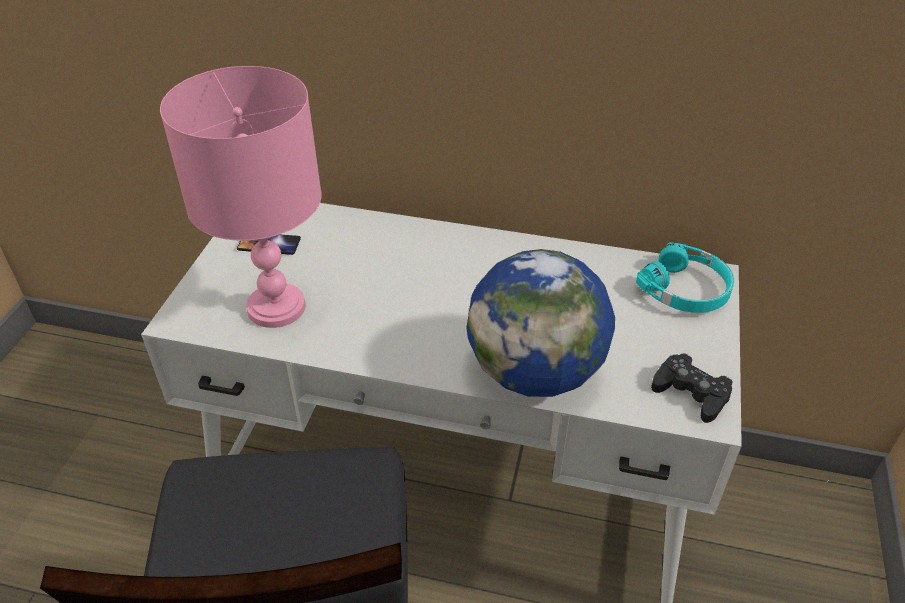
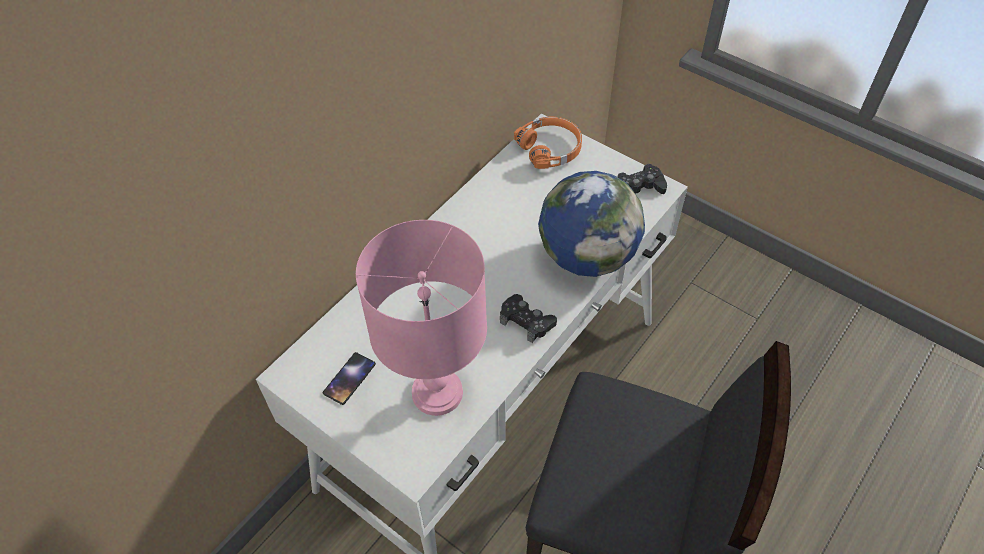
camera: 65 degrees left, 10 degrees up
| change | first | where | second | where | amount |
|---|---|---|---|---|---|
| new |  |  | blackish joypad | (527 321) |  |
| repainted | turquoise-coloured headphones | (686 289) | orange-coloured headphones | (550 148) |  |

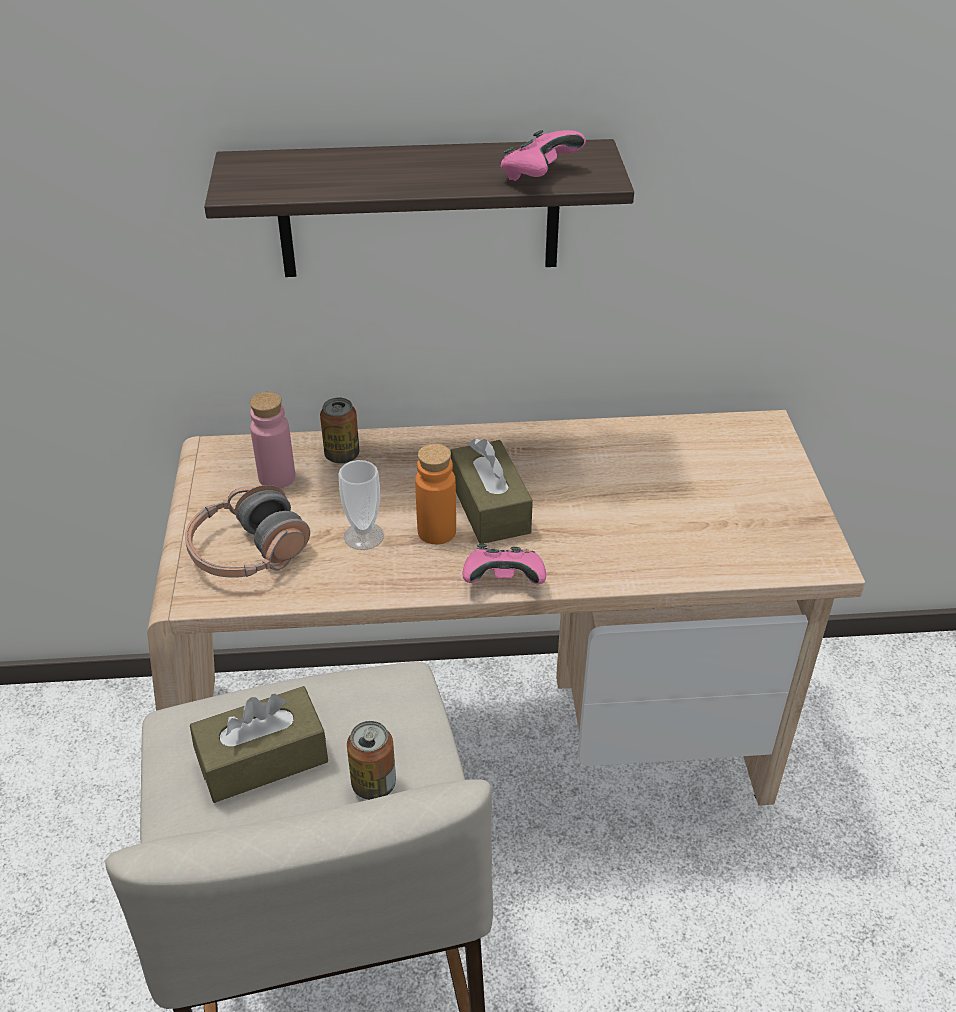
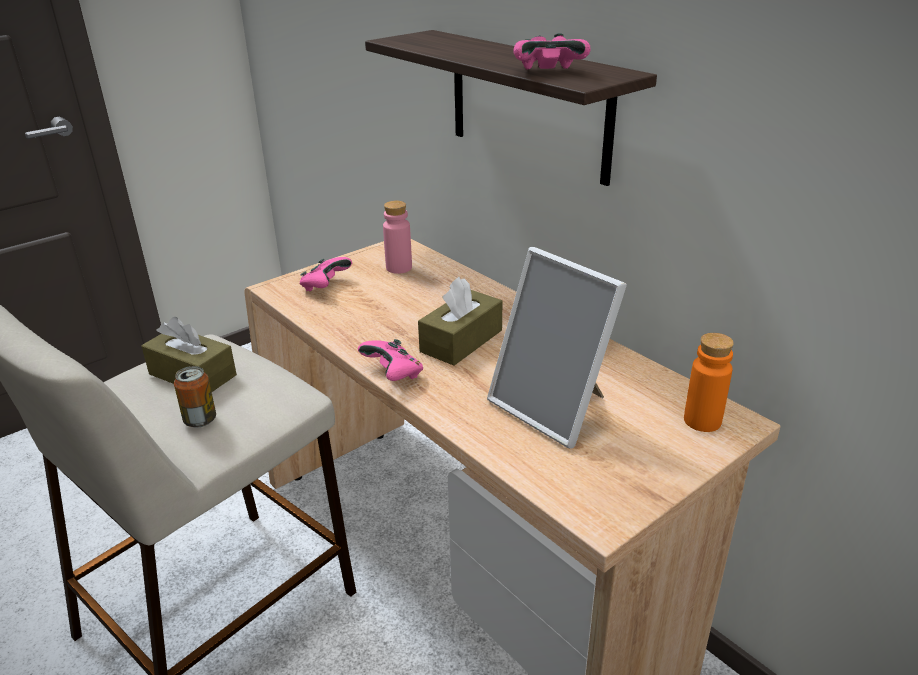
camera: 55 degrees right, 10 degrees down
| change | first | where | second | where | amount |
|---|---|---|---|---|---|
| swapped | headphones | (248 552) | pink joypad | (325 286) |  |
| new |  |  | standing frame | (554 408) |  |
| shifted | orange-coloured bottle | (436 531) |  | (702 421) |  |
| gone | metal can | (342 455) |  |  |  |
| gone | small cup | (363 536) |  |  |  |

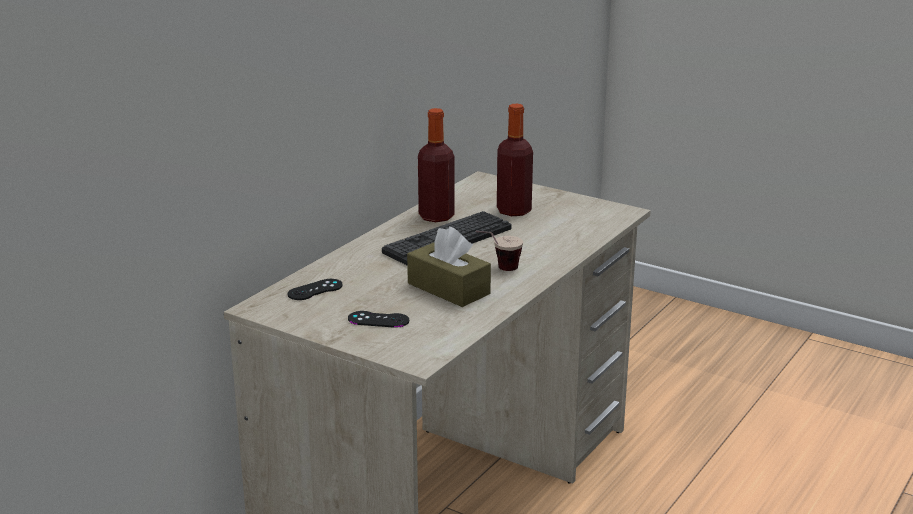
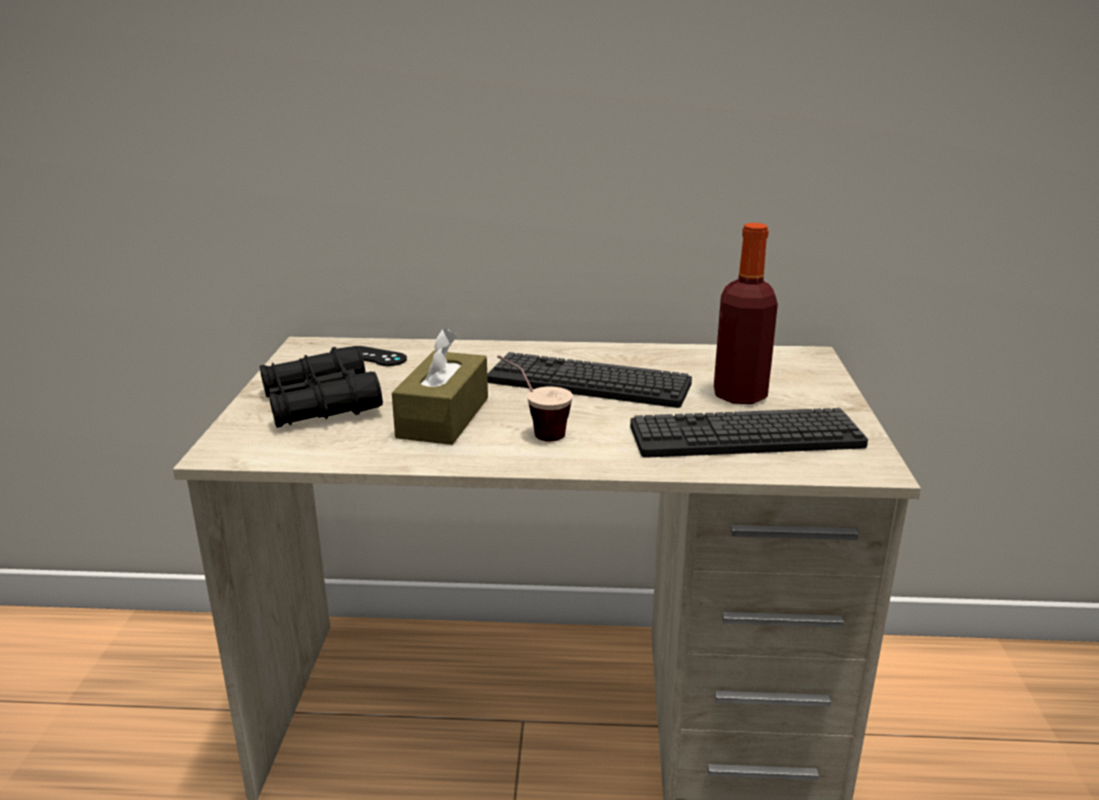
camera: 60 degrees right, 0 degrees up
| change | first | where | second | where | amount |
|---|---|---|---|---|---|
| swapped | blackish joypad | (378 320) | blackish binoculars | (320 403) |  |
| new |  |  | computer keyboard | (745 436) |  |
| gone | bottle | (436 216) |  |  |  |

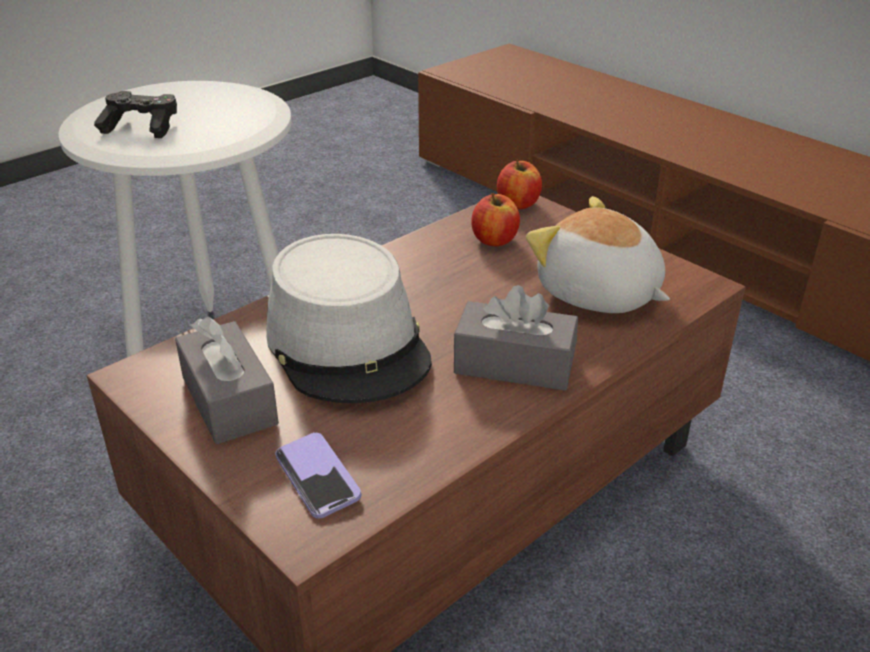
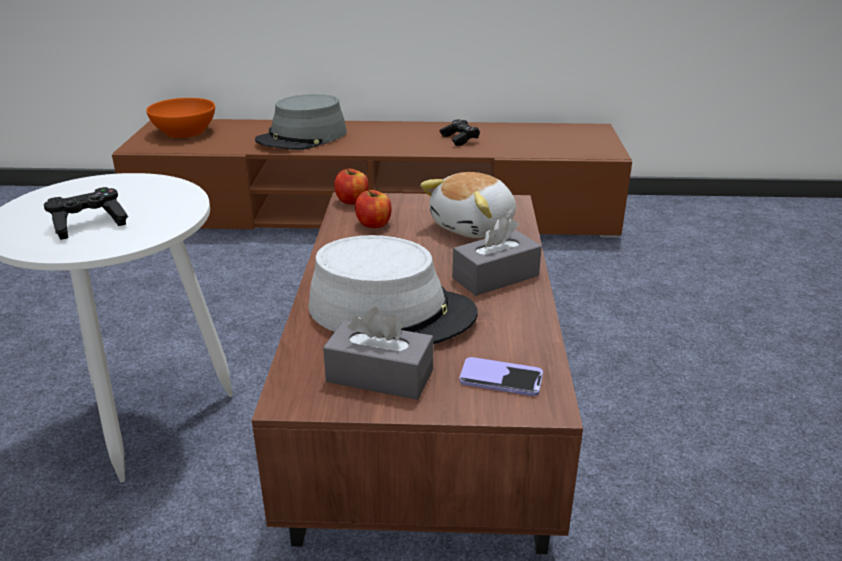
camera: 45 degrees left, 5 degrees down
| change | first | where | second | where | amount |
|---|---|---|---|---|---|
| new |  |  | orange-coloured serving bowl | (184 132) |  |
| new |  |  | grey wearable hat | (302 137) |  |
| rotated | plush toy | (598 294) |  | (475 227) | 45 degrees counterclockwise |
| new |  |  | blackish joypad | (459 139) |  |

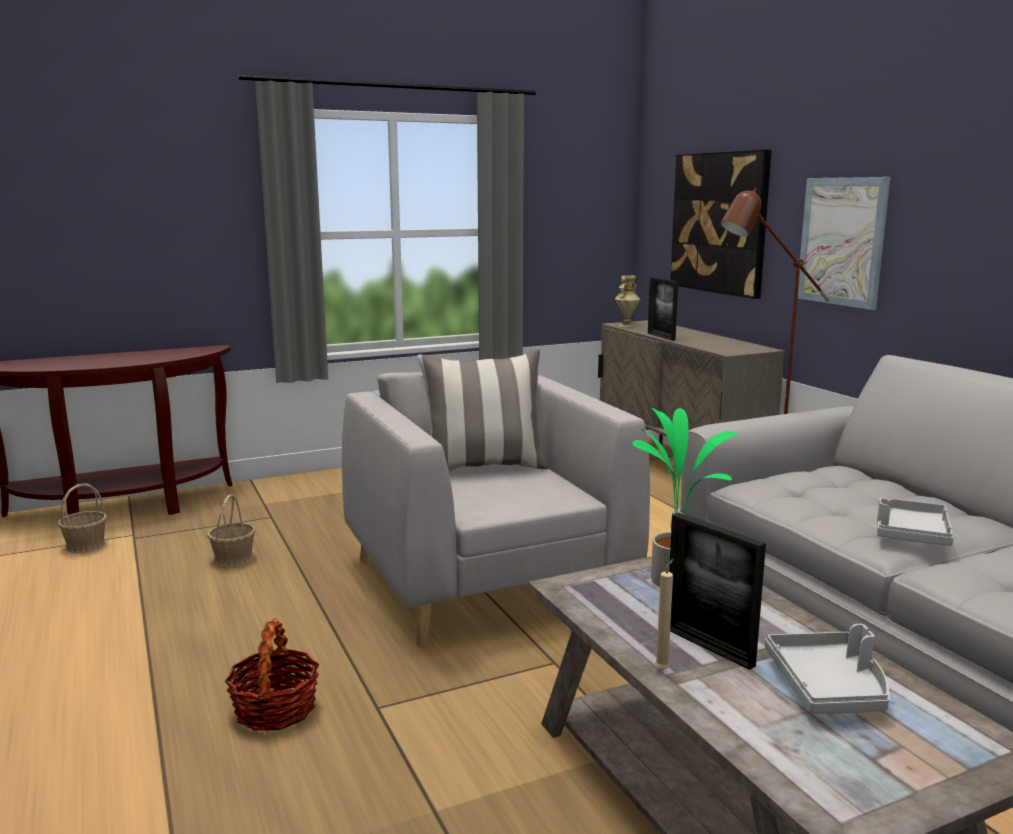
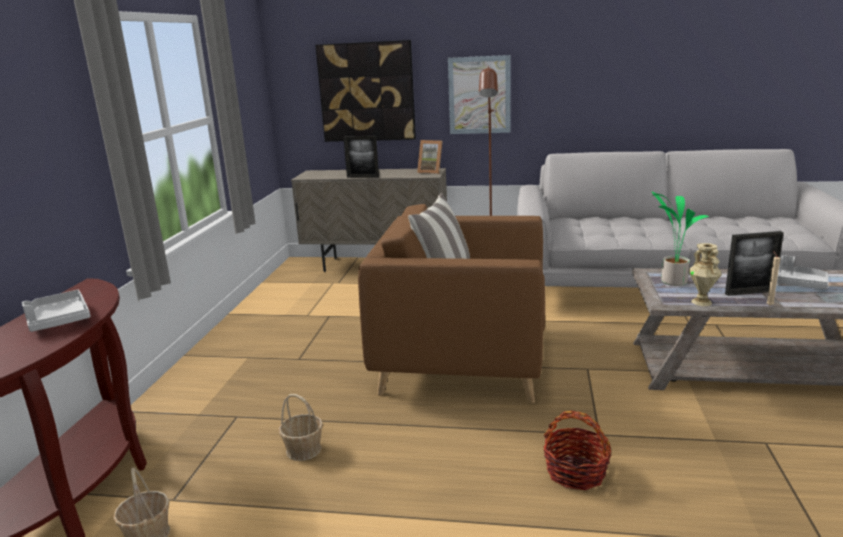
camera: 55 degrees left, 5 degrees up
| change | first | where | second | where | amount |
|---|---|---|---|---|---|
| shifted | grey carrying tray | (910 534) |  | (58 320) |  |
| repainted | grey easy chair | (487 578) | brown easy chair | (462 359) |  |
| new |  |  | standing frame | (431 172) |  |
| shifted | sand-coloured vase | (626 326) |  | (702 302) |  |

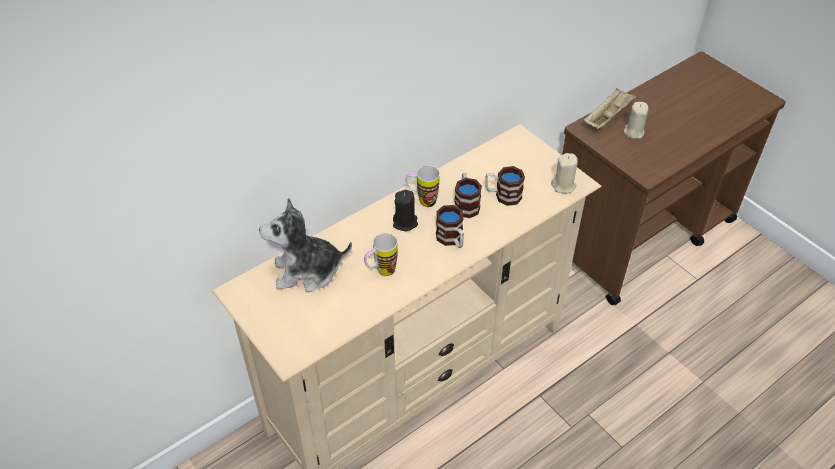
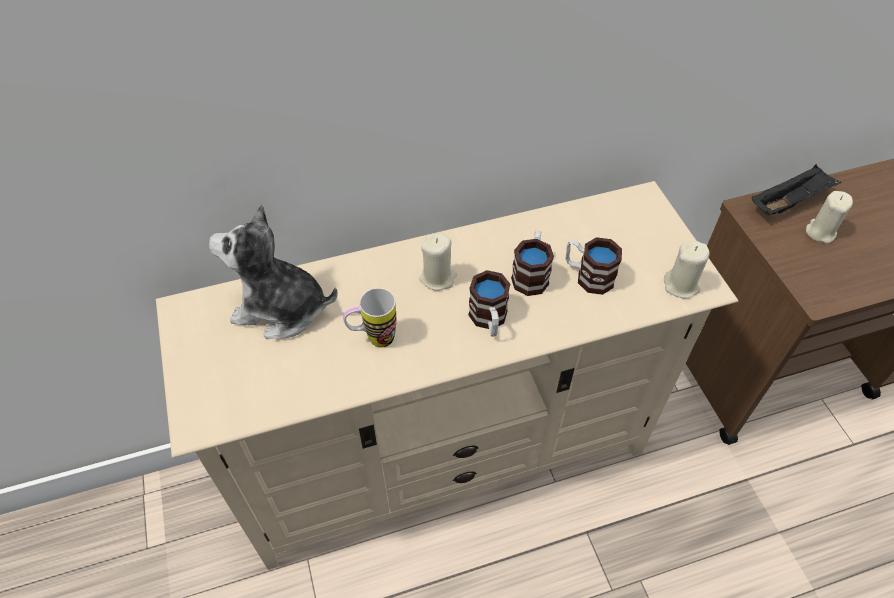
camera: 20 degrees right, 5 degrees up
| change | first | where | second | where | amount |
|---|---|---|---|---|---|
| repainted | blackish candle | (405 222) | sand-coloured candle | (438 278) |  |
| repainted | sand-coloured carrying tray | (607 117) | blackish carrying tray | (789 202) |  |
| gone | coffee mug | (422 201) |  |  |  |

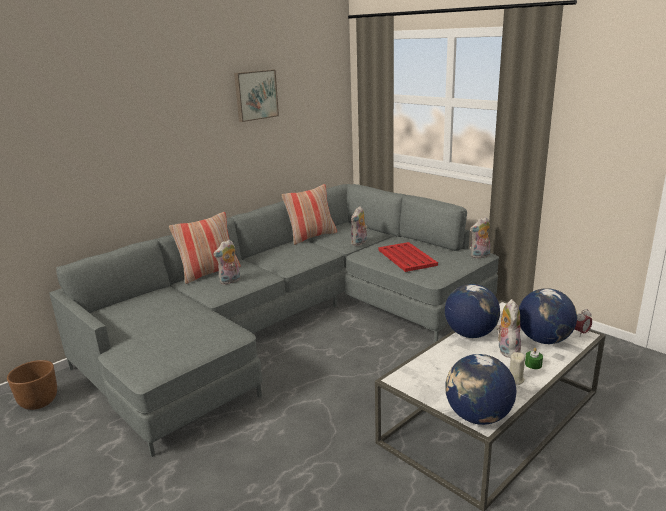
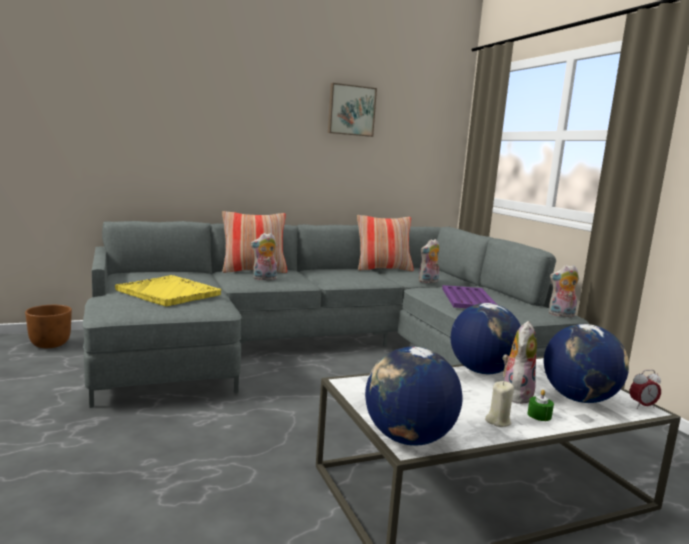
camera: 20 degrees right, 10 degrees down
| change | first | where | second | where | amount |
|---|---|---|---|---|---|
| new |  |  | yellow carrying tray | (169 292) |  |
| repainted | reddish carrying tray | (406 257) | purplish carrying tray | (468 298) |  |

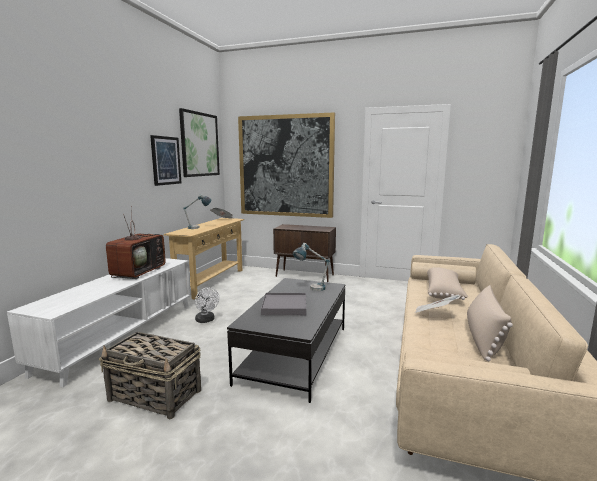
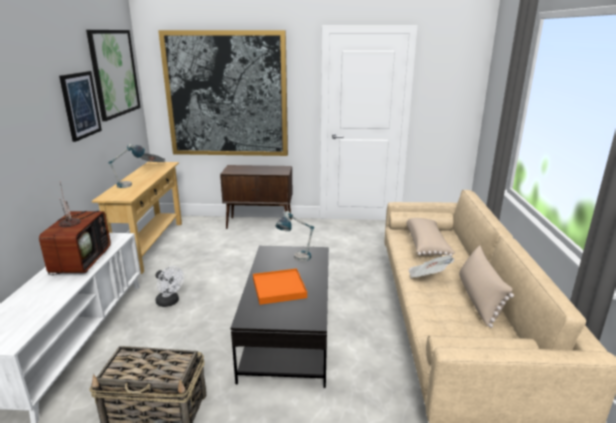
camera: 15 degrees left, 10 degrees up
| change | first | where | second | where | amount |
|---|---|---|---|---|---|
| repainted | grey carrying tray | (284 306) | orange-coloured carrying tray | (279 288) |  |

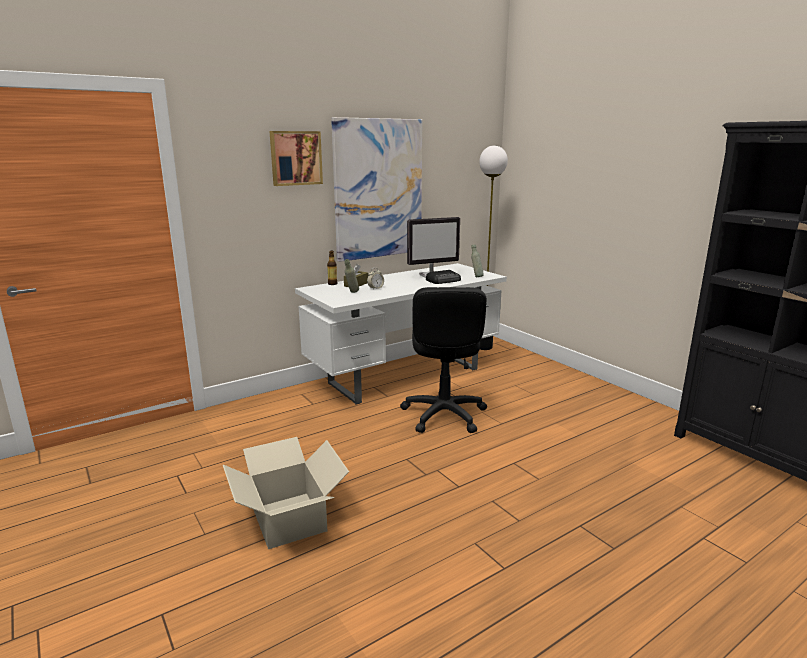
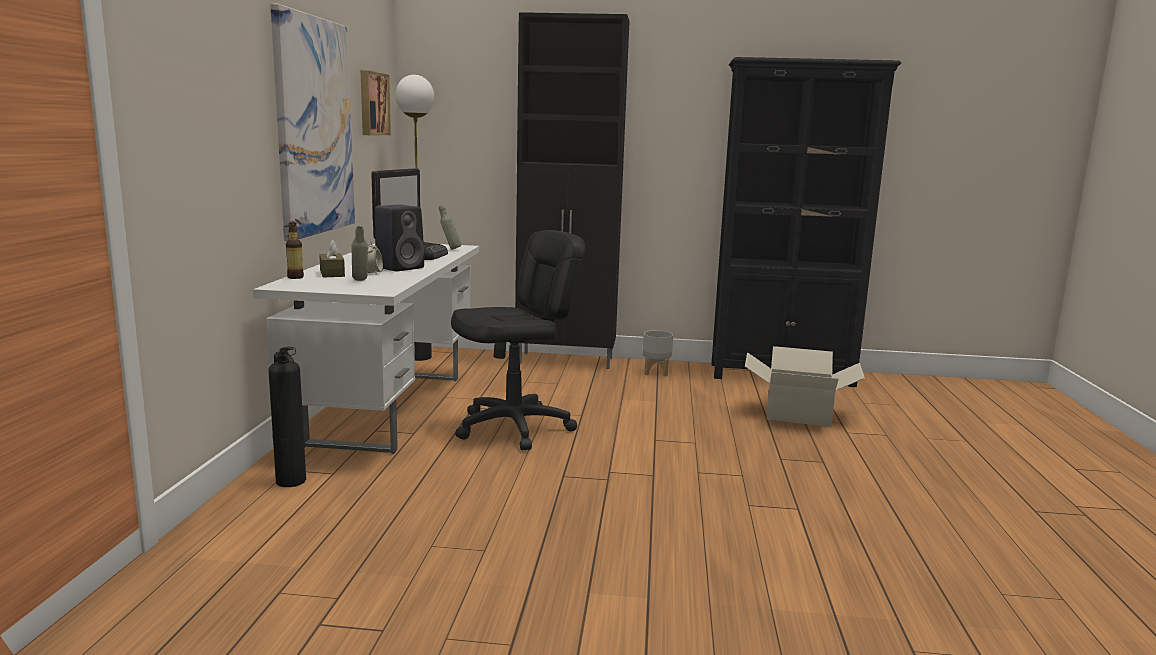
camera: 50 degrees left, 5 degrees down
| change | first | where | second | where | amount |
|---|---|---|---|---|---|
| new |  |  | fire-fighting cylinder | (290 480) |  |
| shifted | wall picture | (295 158) |  | (372 104) |  |
| new |  |  | blackish audio speaker | (400 267) |  |
| rotated | blackish computer chair | (443 415) |  | (514 428) | 75 degrees counterclockwise |
| new |  |  | blackish cupboard | (567 361) |  |
| new |  |  | grey planter | (656 372) |  |
| shifted | carton | (290 519) |  | (798 413) |  |

